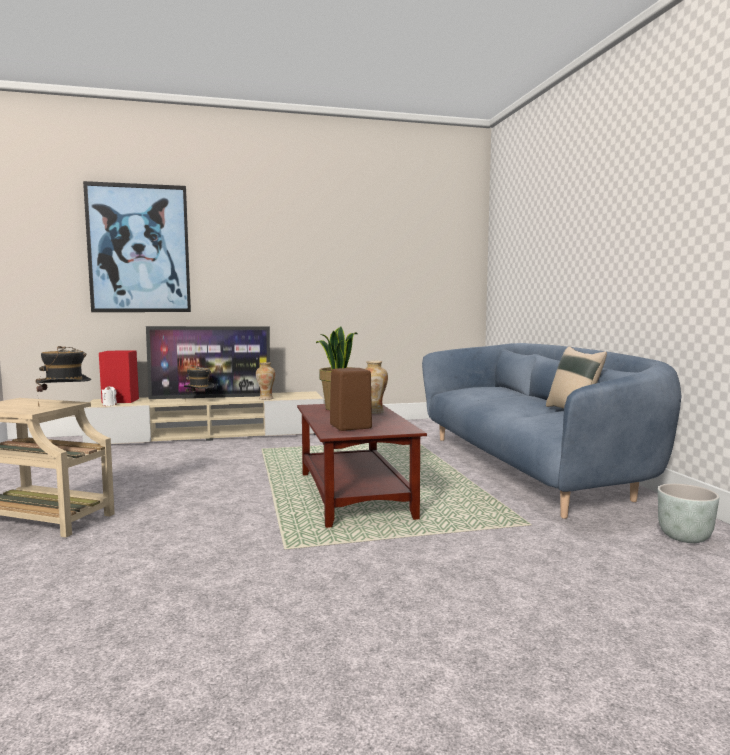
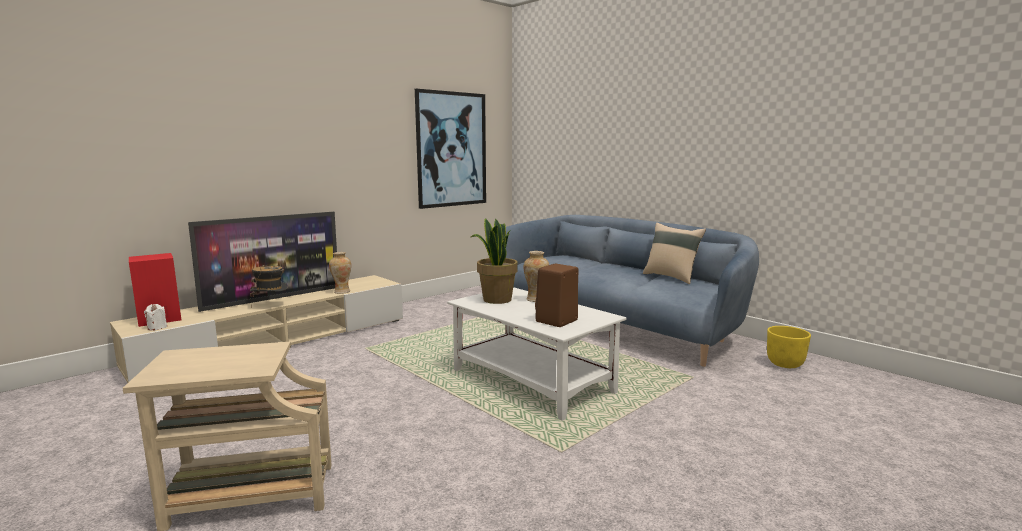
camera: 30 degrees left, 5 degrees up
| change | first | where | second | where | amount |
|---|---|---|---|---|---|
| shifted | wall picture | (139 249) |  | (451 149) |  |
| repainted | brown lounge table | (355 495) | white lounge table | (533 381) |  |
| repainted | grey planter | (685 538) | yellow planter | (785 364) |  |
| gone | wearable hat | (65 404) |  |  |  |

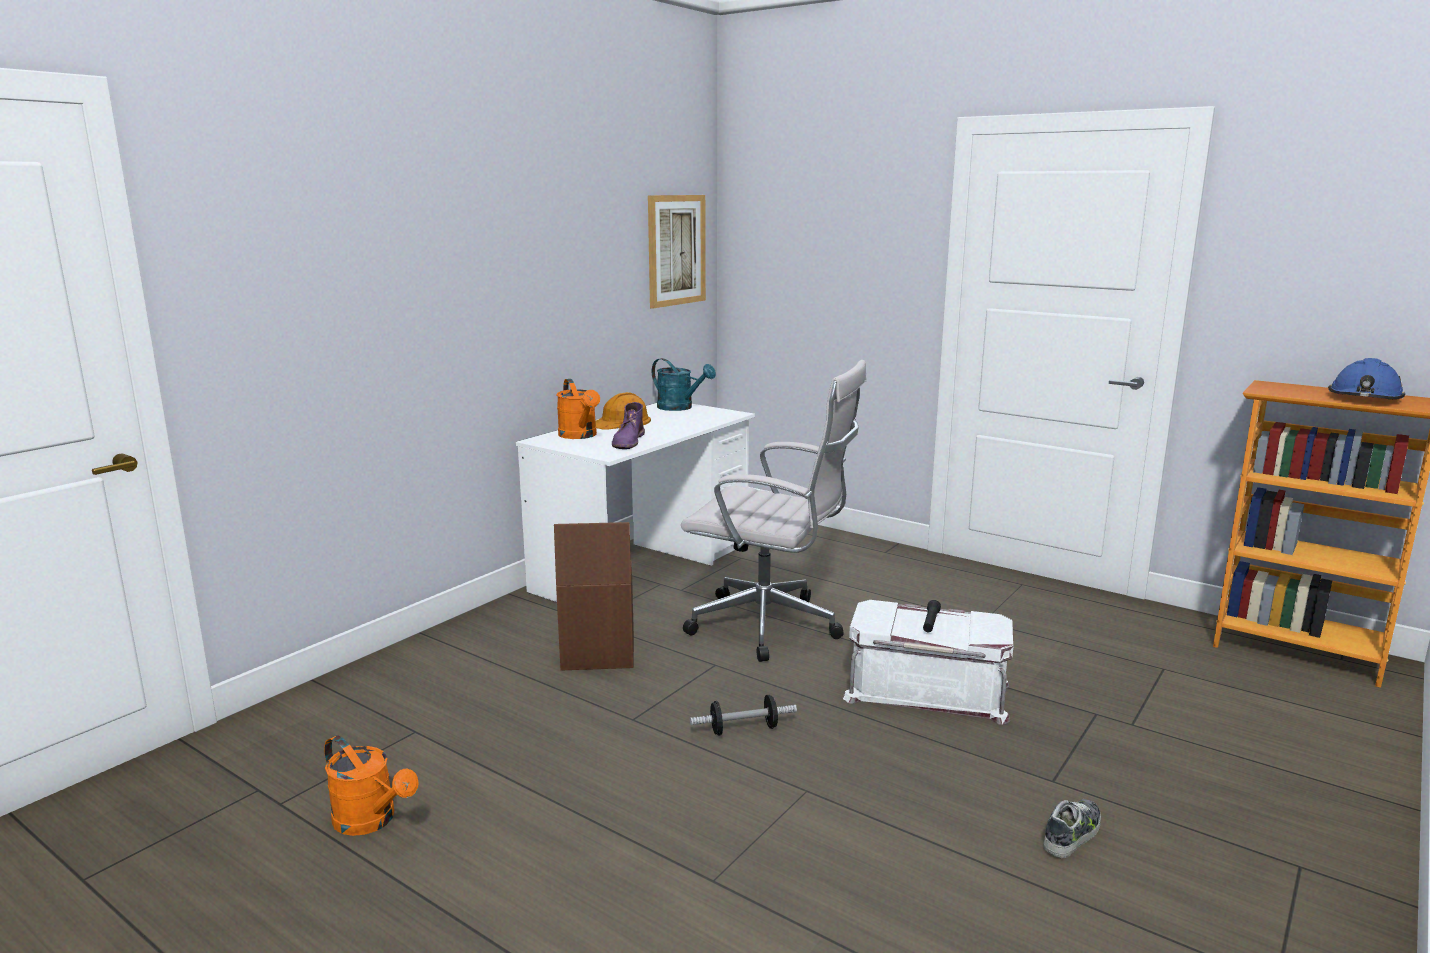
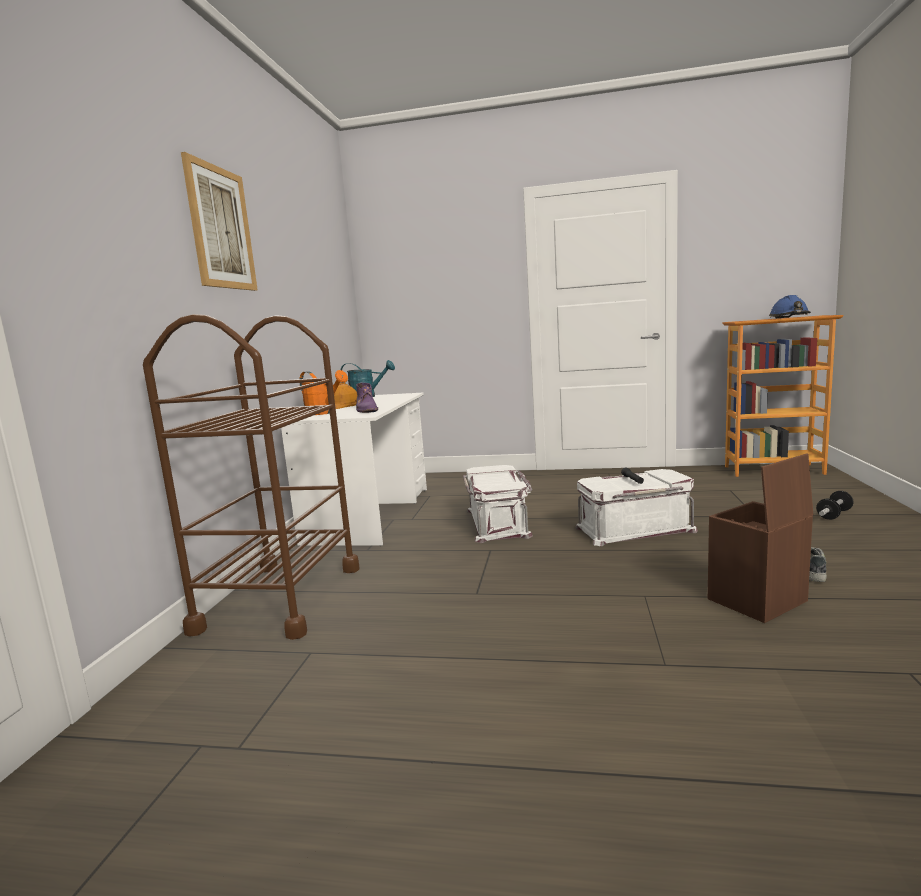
camera: 25 degrees left, 5 degrees down
| change | first | where | second | where | amount |
|---|---|---|---|---|---|
| new |  |  | brown trolley | (280 598) |  |
| shifted | wall picture | (676 250) |  | (221 228) |  |
| swapped | white computer chair | (772 627) | white storage container | (498 523) |  |
| shifted | brown storage container | (596 655) |  | (757 601) |  |
| shifted | free weight | (743 729) |  | (834 514) |  |
| gone | orange-coloured watering can | (372 821) |  |  |  |

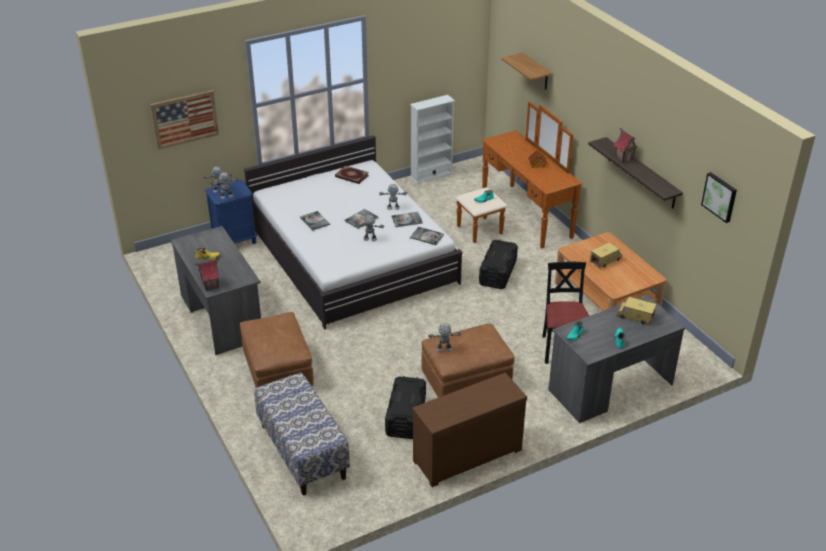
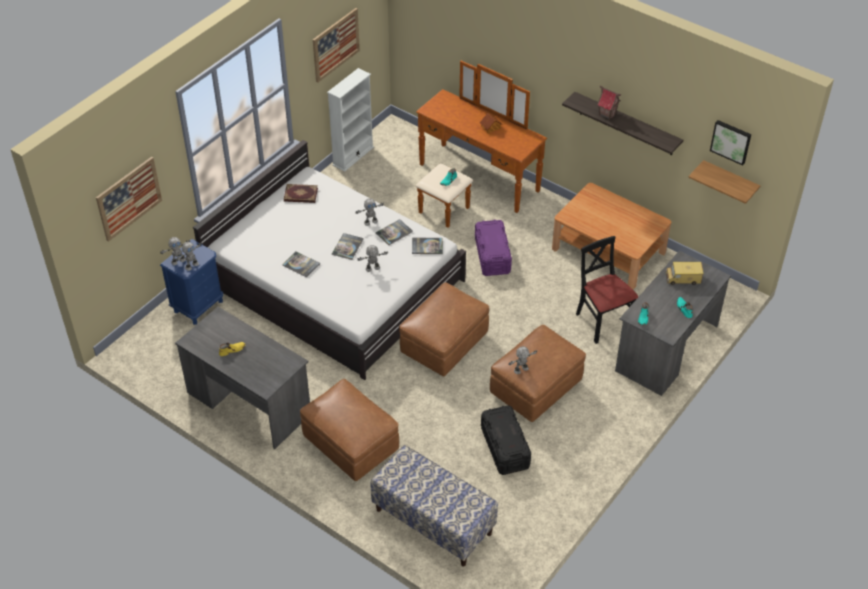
camera: 25 degrees left, 10 degrees up
| change | first | where | second | where | amount |
|---|---|---|---|---|---|
| new |  |  | wall picture | (335 44) |  |
| new |  |  | brown footrest | (444 344) |  |
| repainted | blackish storage container | (498 273) | purplish storage container | (492 256) |  |
| shifted | wall shelf | (536 72) |  | (729 181) |  |
| gone | miniature house | (210 285) |  |  |  |
| gone | brown chest of drawers | (466 453) |  |  |  |
| gone | model truck | (605 260) |  |  |  |

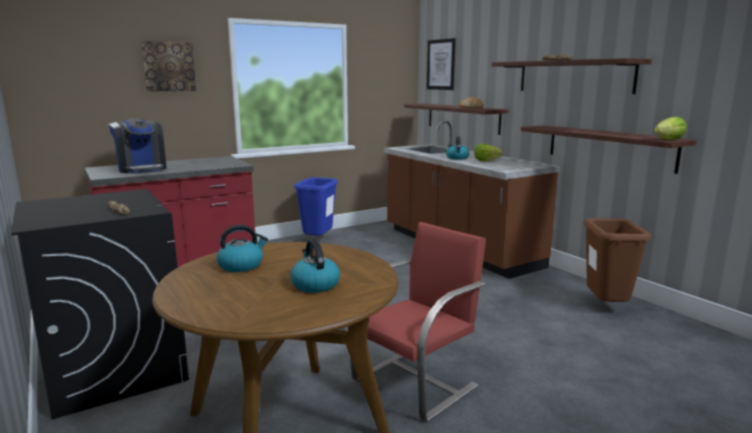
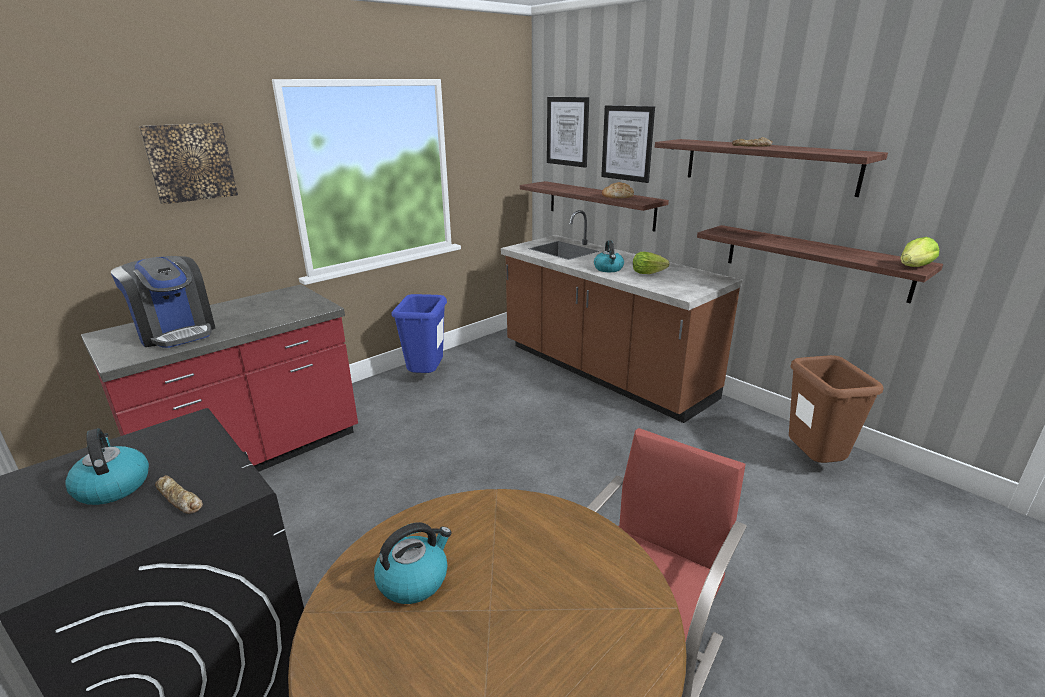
camera: 10 degrees left, 10 degrees up
| change | first | where | second | where | amount |
|---|---|---|---|---|---|
| shifted | water kettle | (315 284) |  | (113 486) |  |
| new |  |  | wall picture | (627 143) |  |

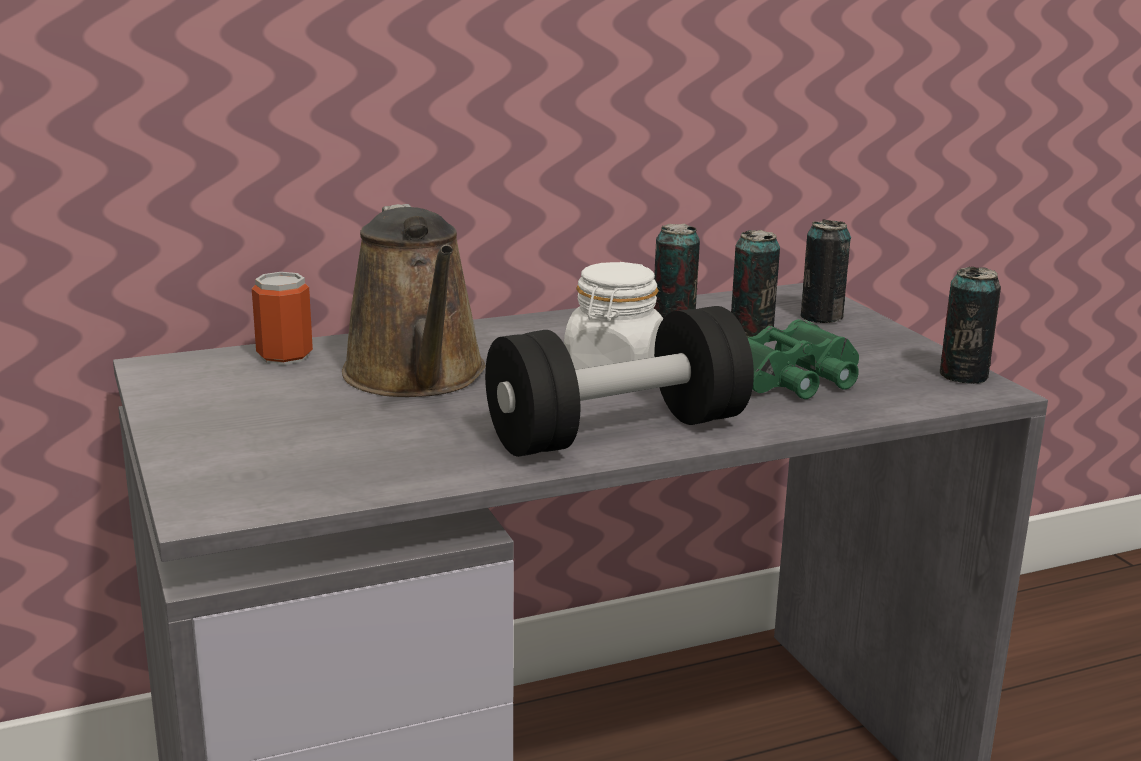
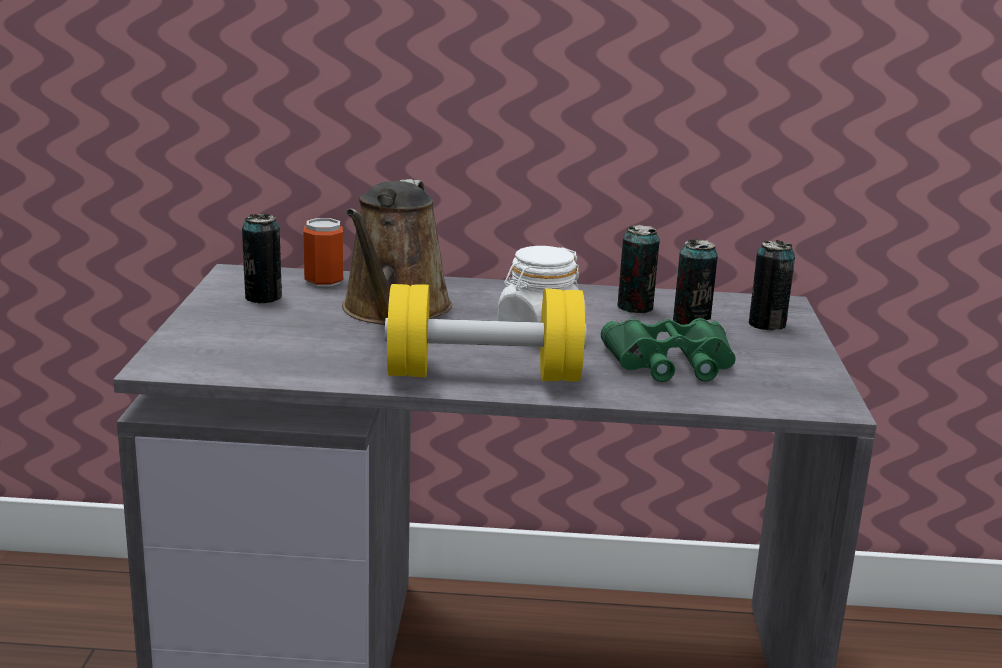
camera: 25 degrees right, 0 degrees up
| change | first | where | second | where | amount |
|---|---|---|---|---|---|
| shifted | metal can | (963 375) |  | (263 297) |  |
| repainted | blackish free weight | (618 432) | yellow free weight | (483 375) |  |

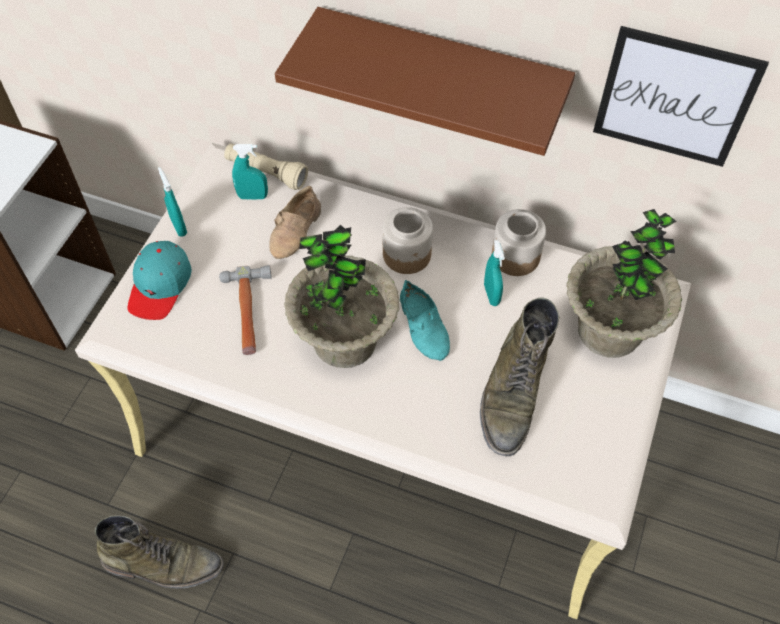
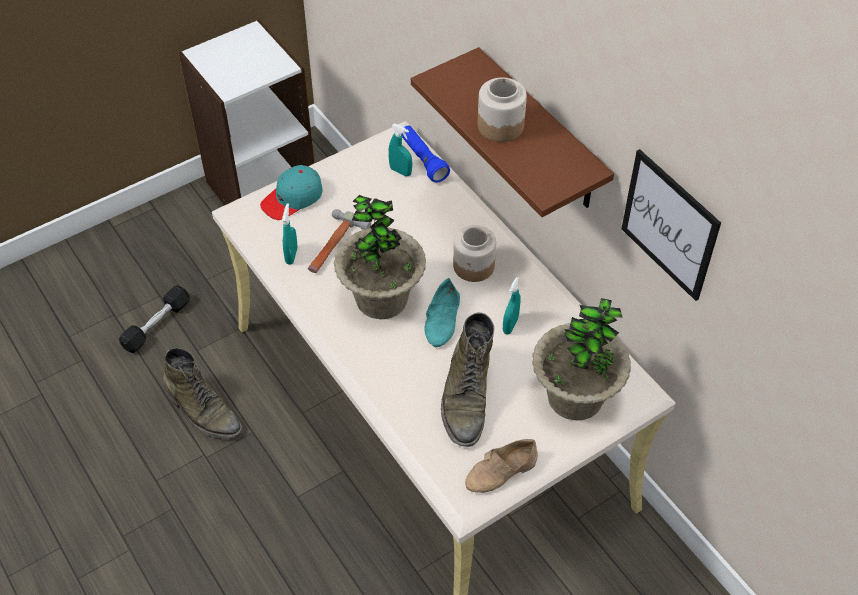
camera: 35 degrees right, 5 degrees down
| change | first | where | second | where | amount |
|---|---|---|---|---|---|
| new |  |  | blackish free weight | (156 325) |  |
| shifted | turquoise-coloured spray bottle | (179 227) |  | (291 256) |  |
| repainted | sand-coloured torch | (266 173) | blue torch | (423 160) |  |
| rotated | greenish boot | (512 393) |  | (466 397) | 45 degrees counterclockwise |
| shifted | sand-coloured item of footwear | (297 231) |  | (502 473) |  |
| shifted | jar | (515 256) |  | (500 125) |  |

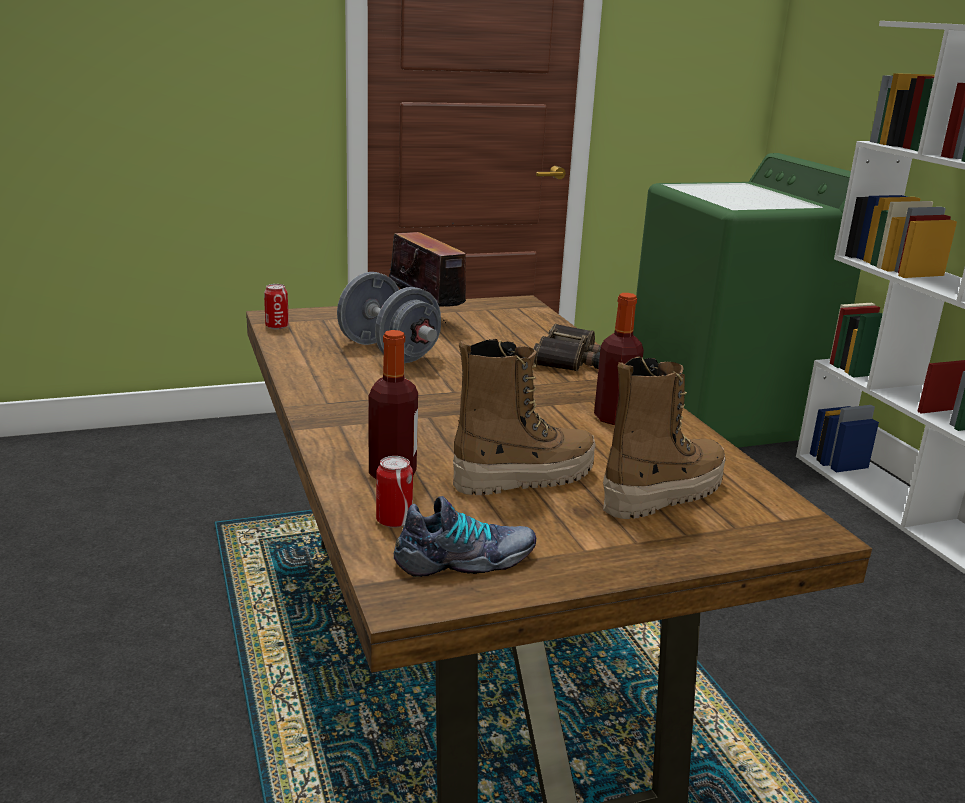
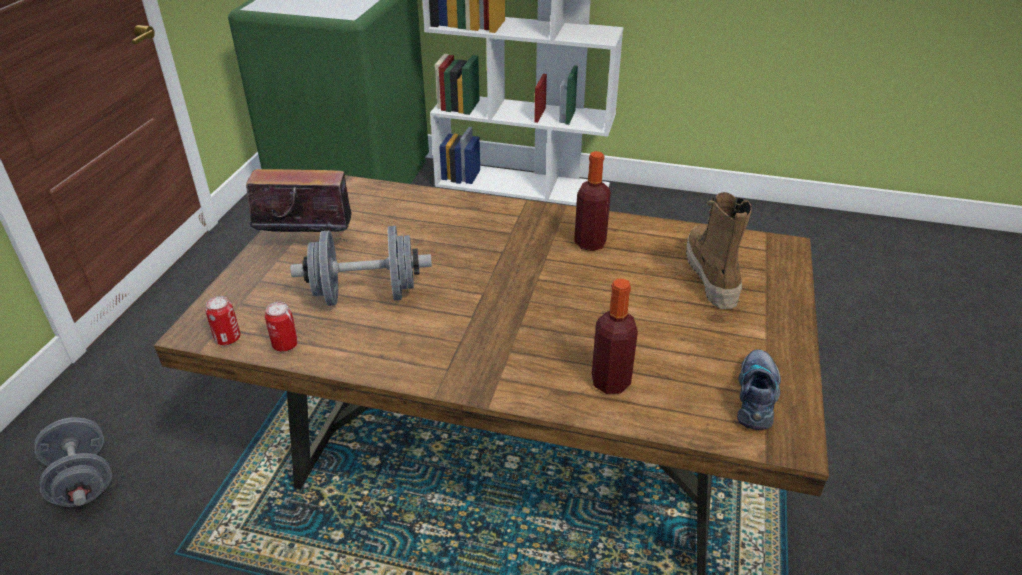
camera: 55 degrees left, 15 degrees up
| change | first | where | second | where | amount |
|---|---|---|---|---|---|
| new |  |  | grey free weight | (83 480) |  |
| shifted | metal can | (394 521) |  | (285 344) |  |
| gone | boot | (524 477) |  |  |  |
| gone | binoculars | (570 359) |  |  |  |

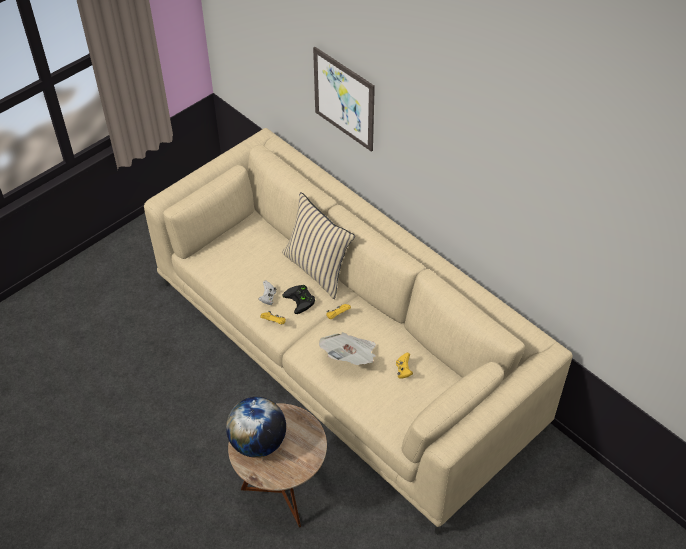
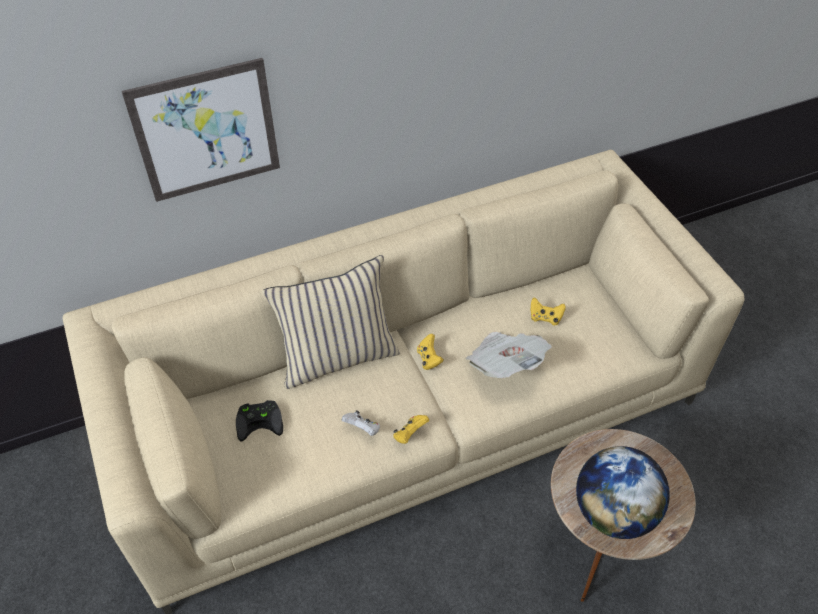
camera: 70 degrees left, 0 degrees up
| change | first | where | second | where | amount |
|---|---|---|---|---|---|
| shifted | blackish joypad | (301 300) |  | (261 420) |  |

